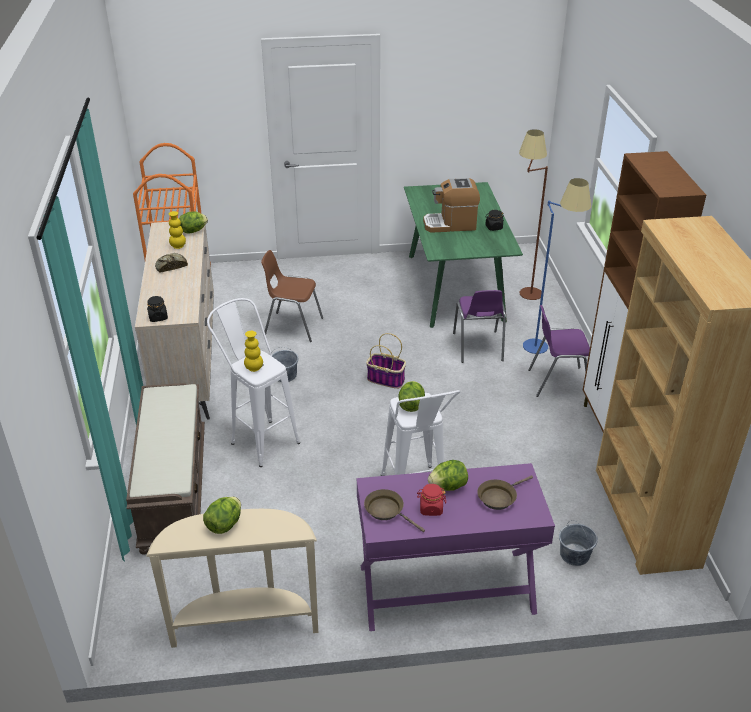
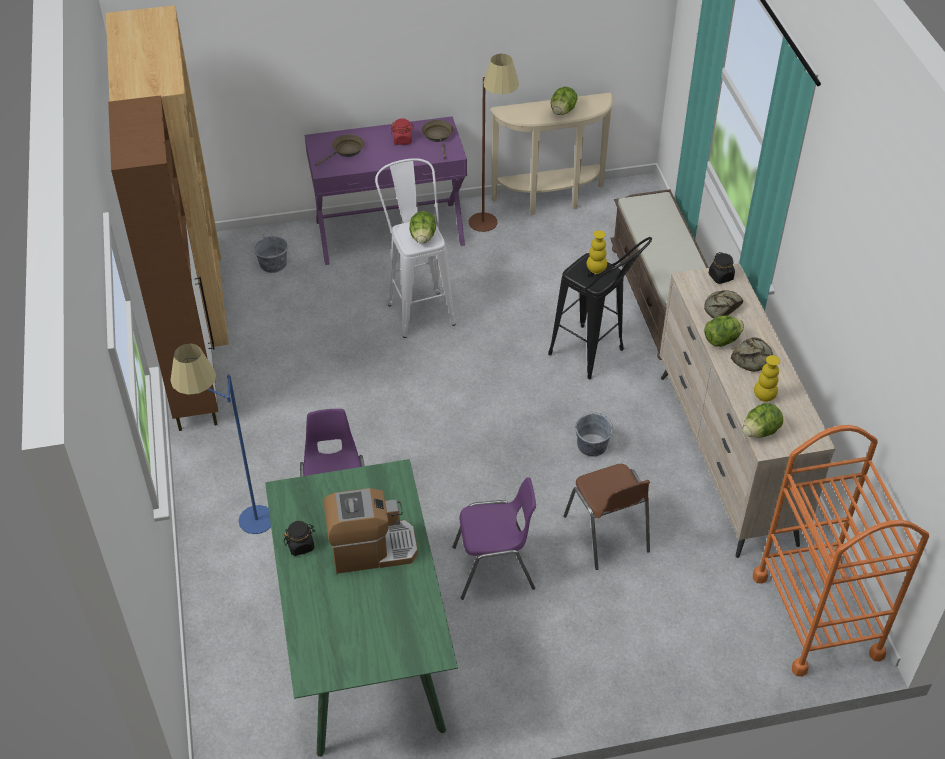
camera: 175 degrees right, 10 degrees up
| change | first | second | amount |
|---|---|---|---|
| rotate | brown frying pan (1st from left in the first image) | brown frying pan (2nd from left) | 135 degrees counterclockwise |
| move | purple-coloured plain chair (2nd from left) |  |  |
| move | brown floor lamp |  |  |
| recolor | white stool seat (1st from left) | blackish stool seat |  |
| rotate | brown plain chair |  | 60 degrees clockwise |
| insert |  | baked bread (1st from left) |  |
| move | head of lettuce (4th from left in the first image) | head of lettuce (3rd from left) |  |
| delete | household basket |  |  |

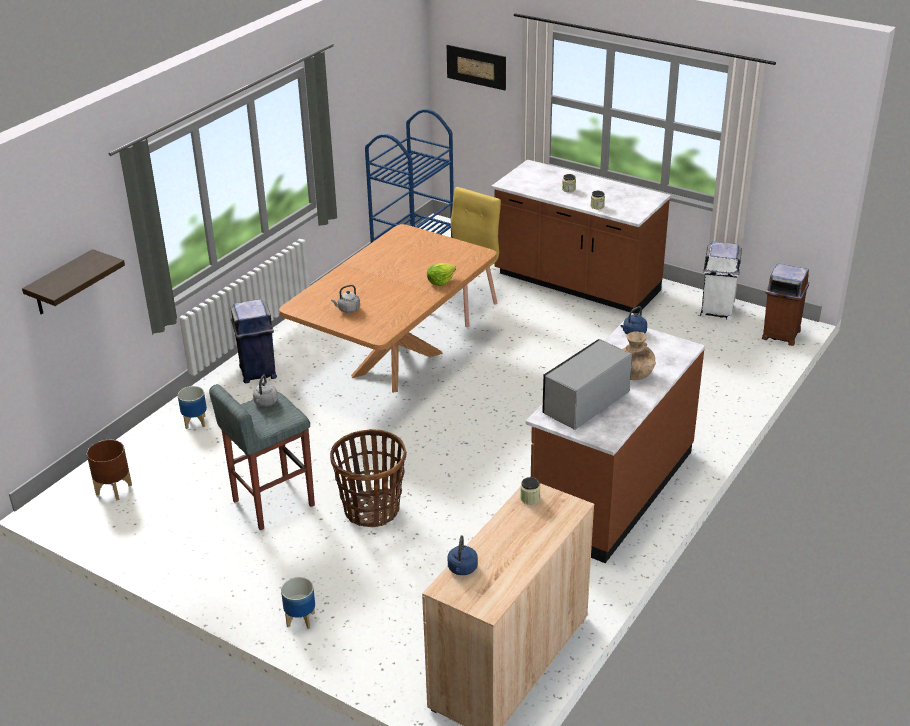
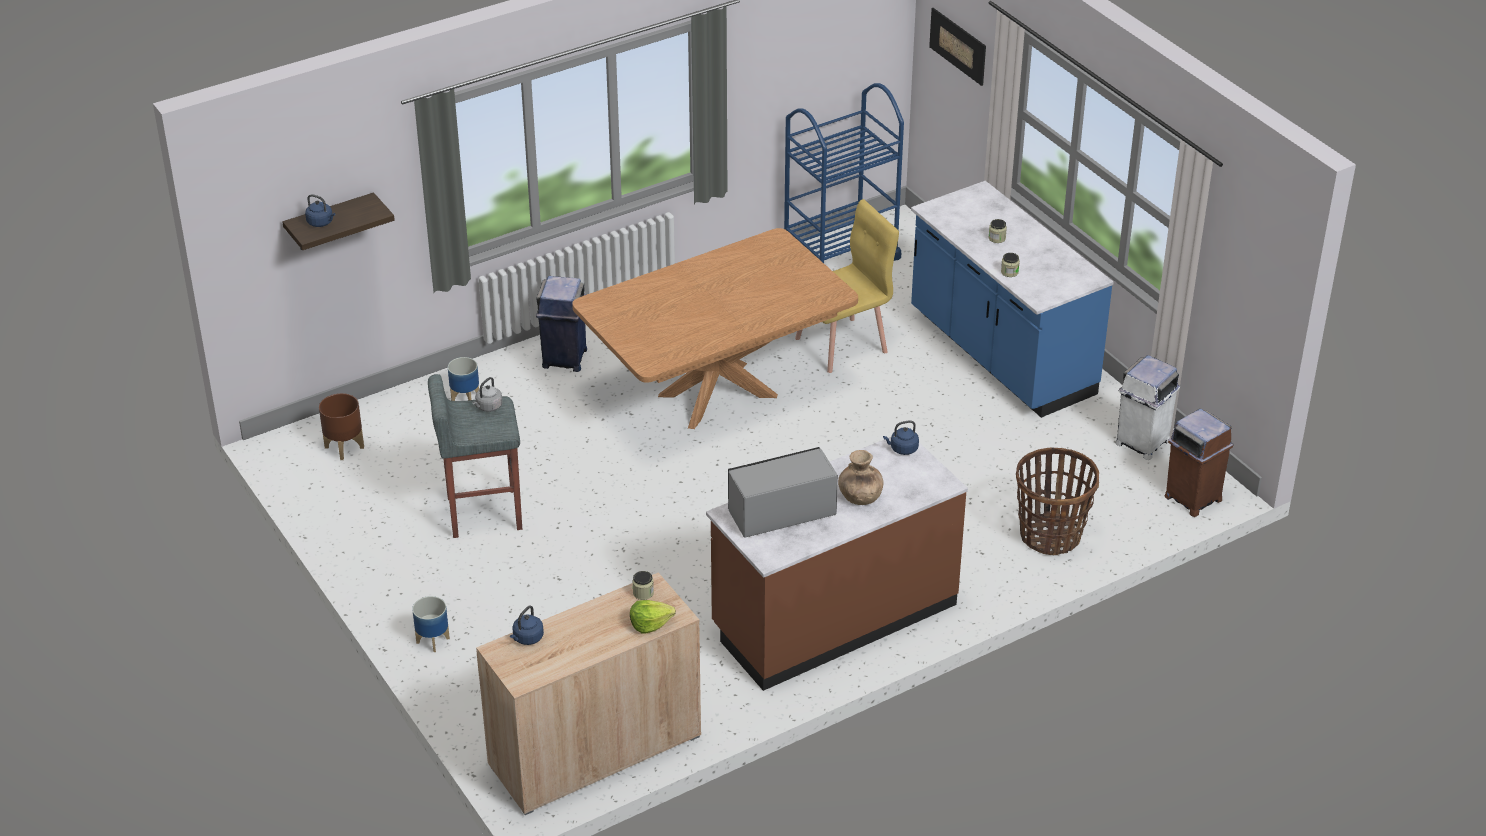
camera: 25 degrees right, 5 degrees up
| change | first | second | amount |
|---|---|---|---|
| insert |  | blue kettle (1st from left) |  |
| move | head of lettuce |  |  |
| recolor | brown kitchen base unit (1st from left) | blue kitchen base unit |  |
| move | household basket |  |  |
| delete | grey kettle (2nd from left) |  |  |

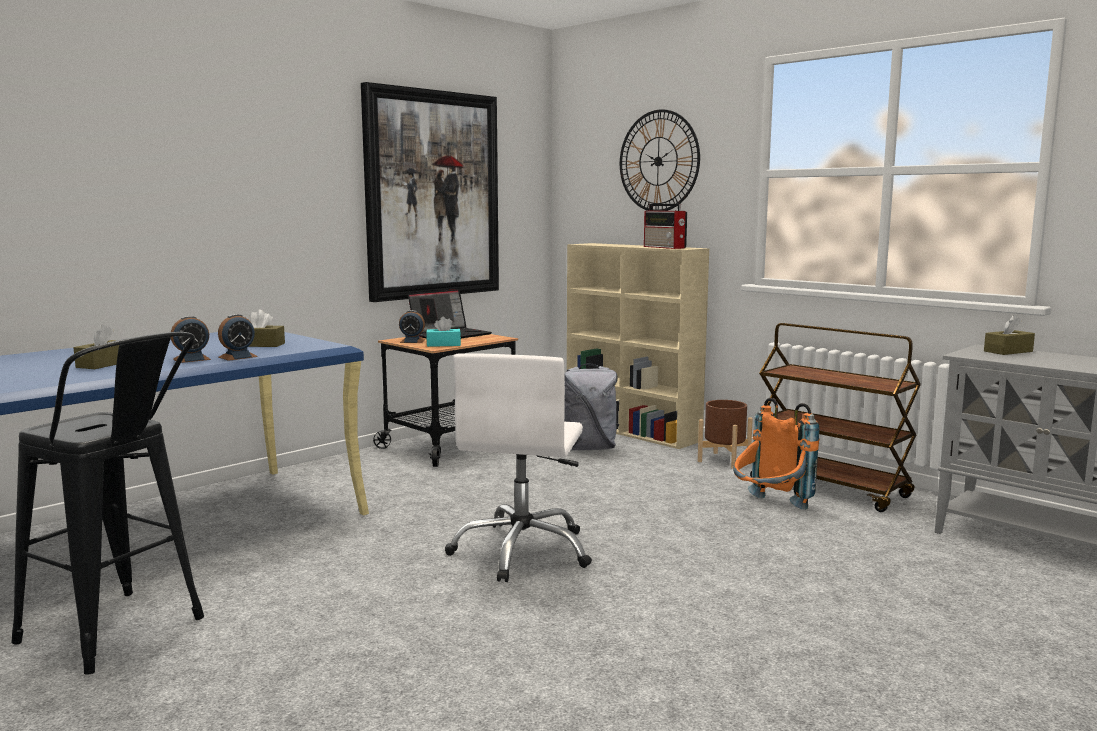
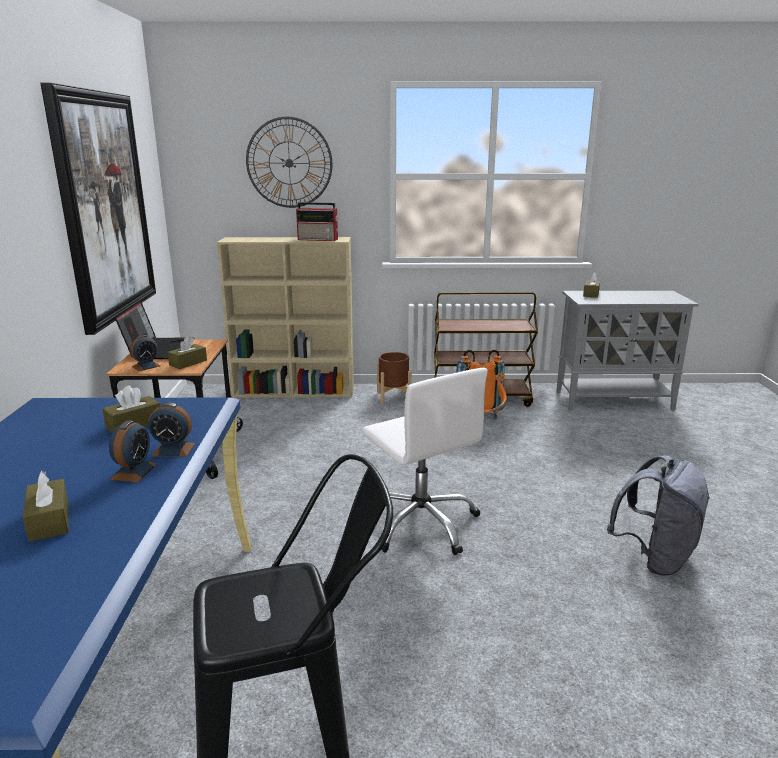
camera: 45 degrees left, 10 degrees up
| change | first | second | amount |
|---|---|---|---|
| rotate | bedside clock (2nd from left in the first image) | bedside clock (3rd from left) | 90 degrees clockwise |
| recolor | turquoise box of tissues | brown box of tissues (3rd from left) |  |
| move | grey knapsack |  |  |

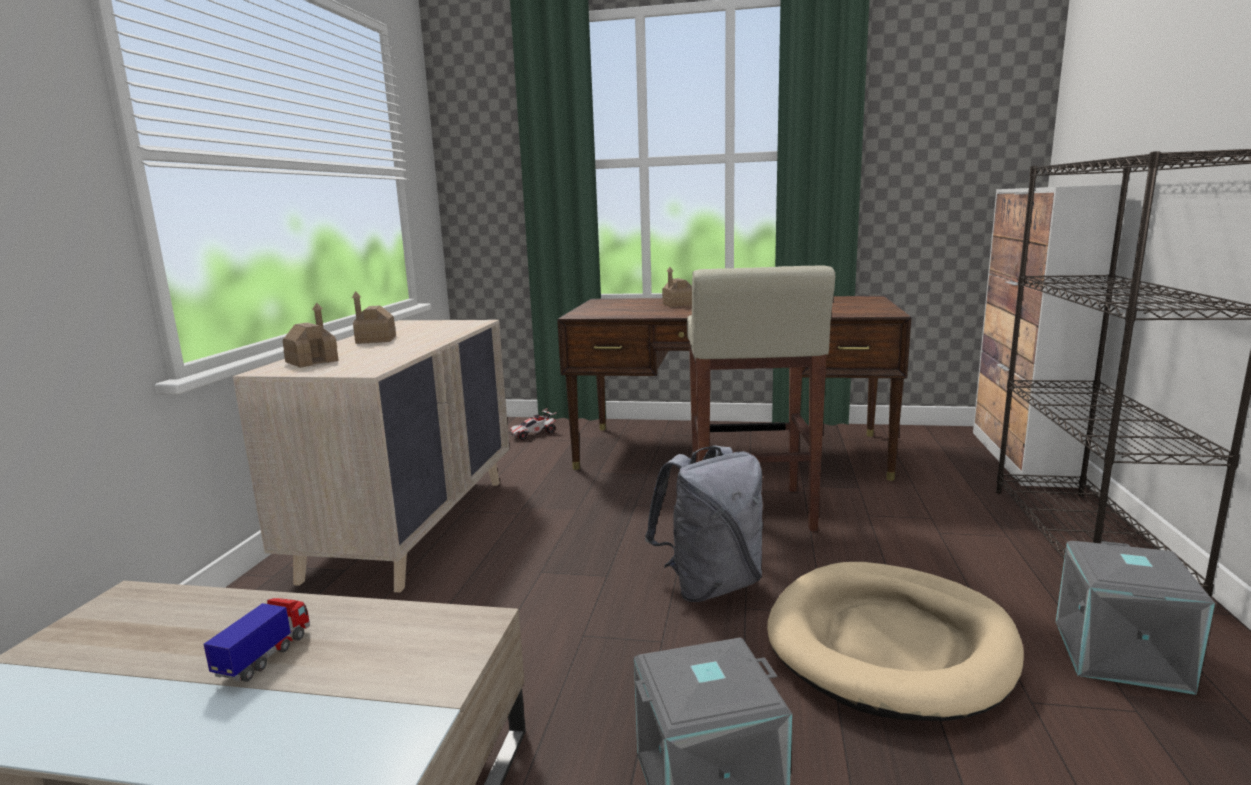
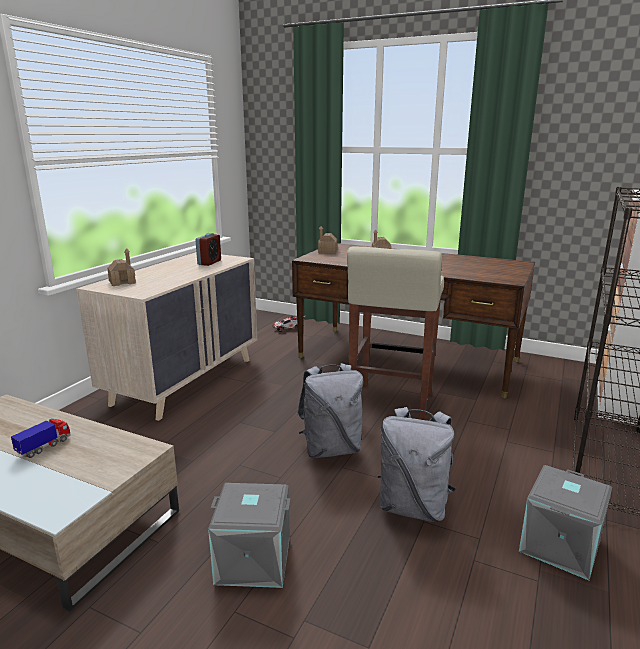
camera: 15 degrees right, 5 degrees up
| change | first | second | amount |
|---|---|---|---|
| insert |  | bedside clock |  |
| move | model house (2nd from left) |  |  |
| replace | sand-coloured pet bed | grey knapsack (2nd from left) |  |

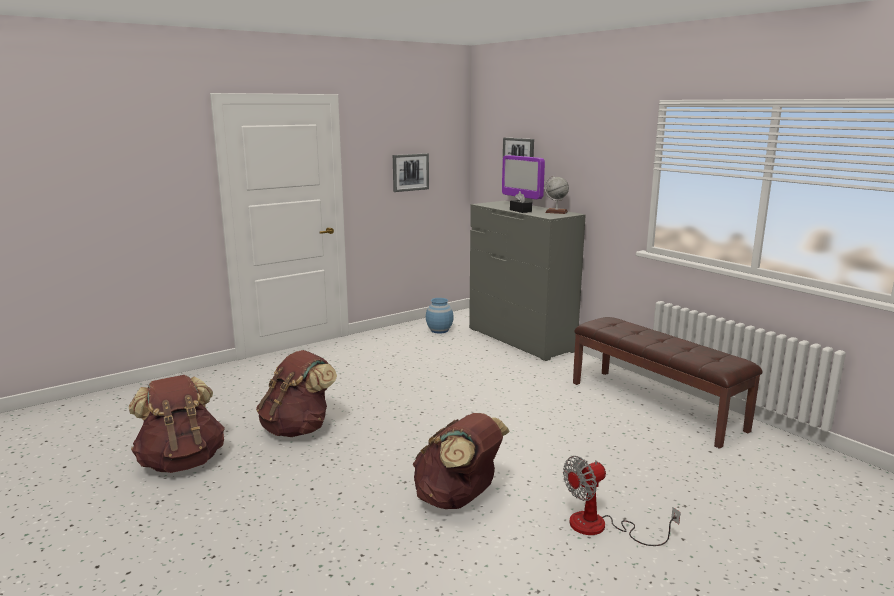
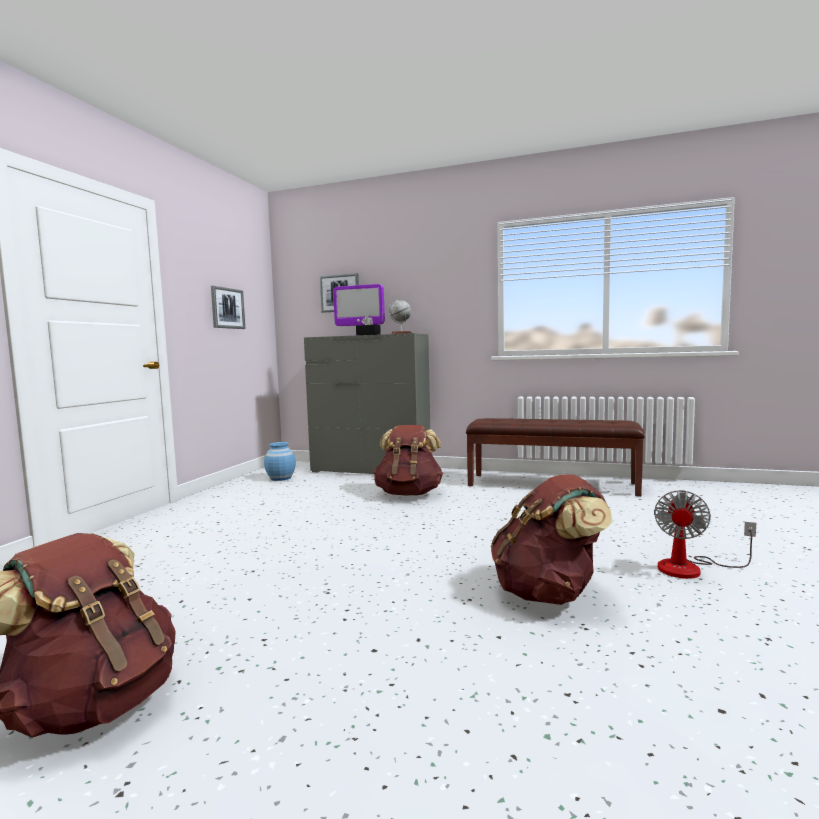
camera: 35 degrees left, 10 degrees down
| change | first | second | amount |
|---|---|---|---|
| move | brown knapsack (2nd from left) |  |  |

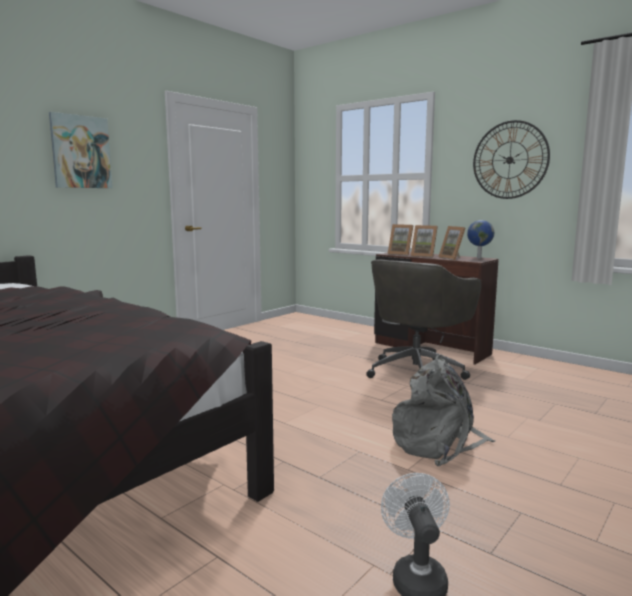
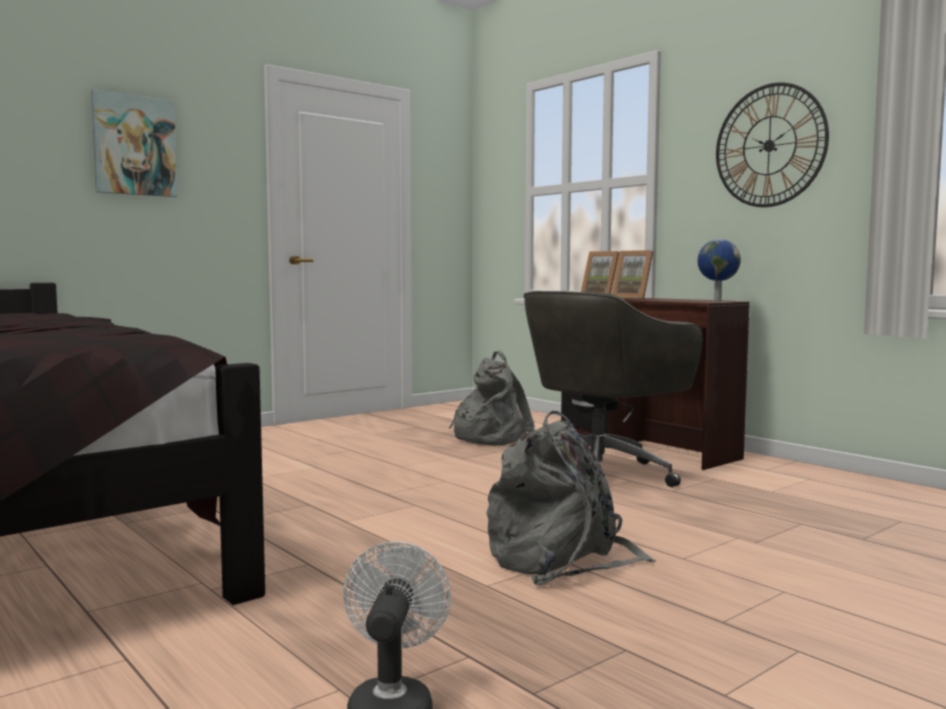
camera: 10 degrees right, 5 degrees down
| change | first | second | amount |
|---|---|---|---|
| insert |  | grey knapsack (1st from left) |  |
| delete | standing frame (3rd from left) |  |  |

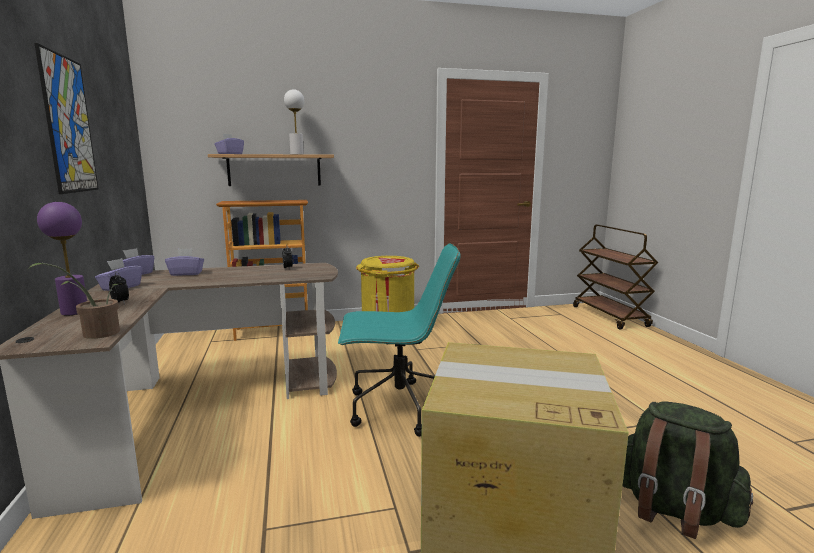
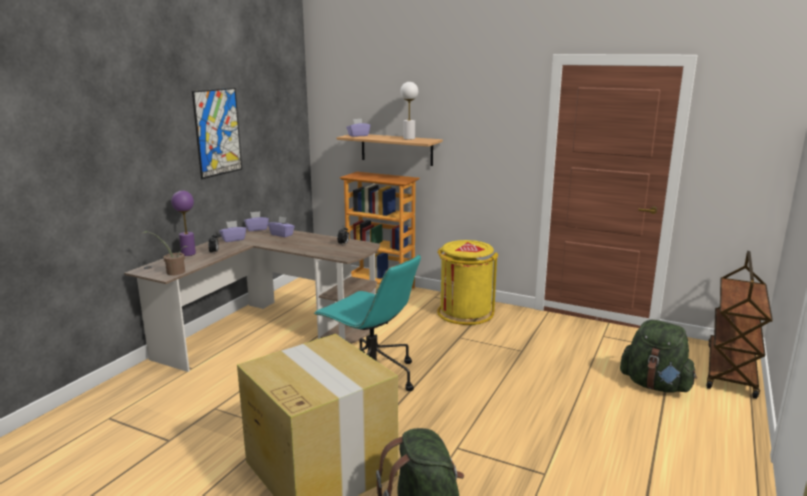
camera: 40 degrees right, 5 degrees up
| change | first | second | amount |
|---|---|---|---|
| insert |  | greenish knapsack (2nd from left) |  |

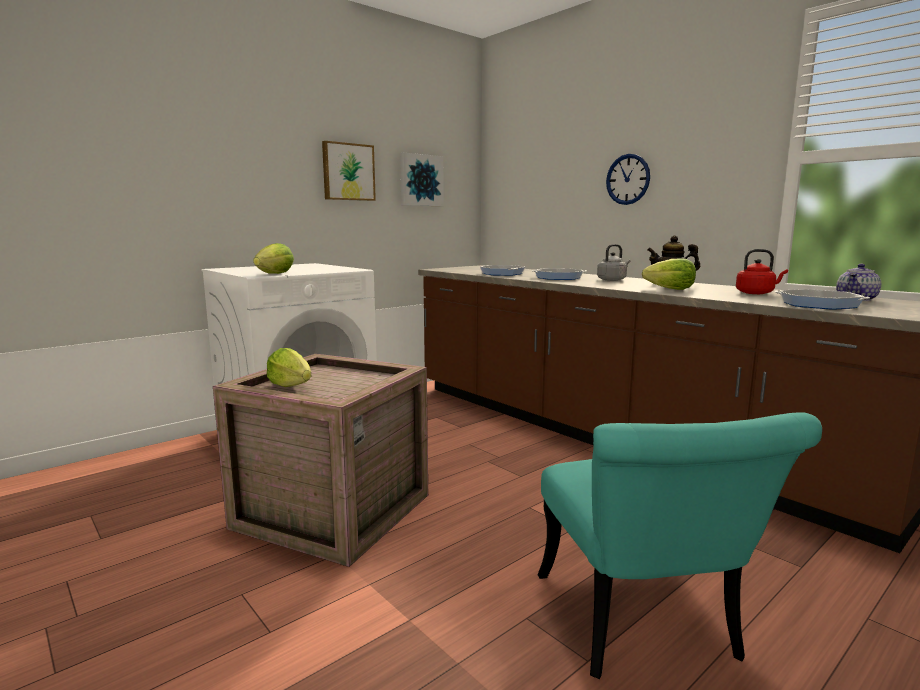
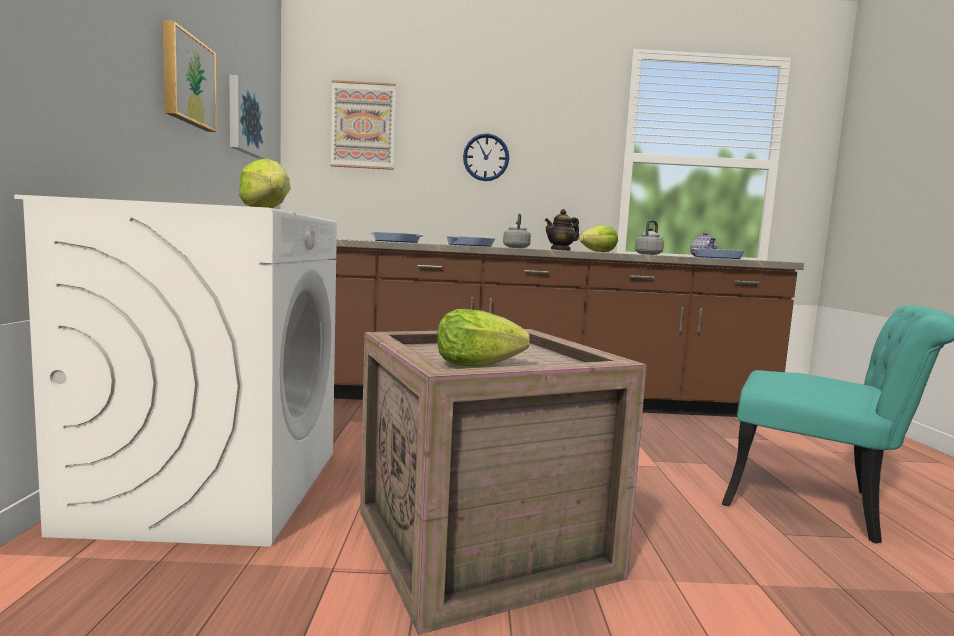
camera: 50 degrees left, 5 degrees down
| change | first | second | amount |
|---|---|---|---|
| insert |  | wall picture (3rd from left) |  |
| recolor | reddish kettle | grey kettle (2nd from left) |  |

